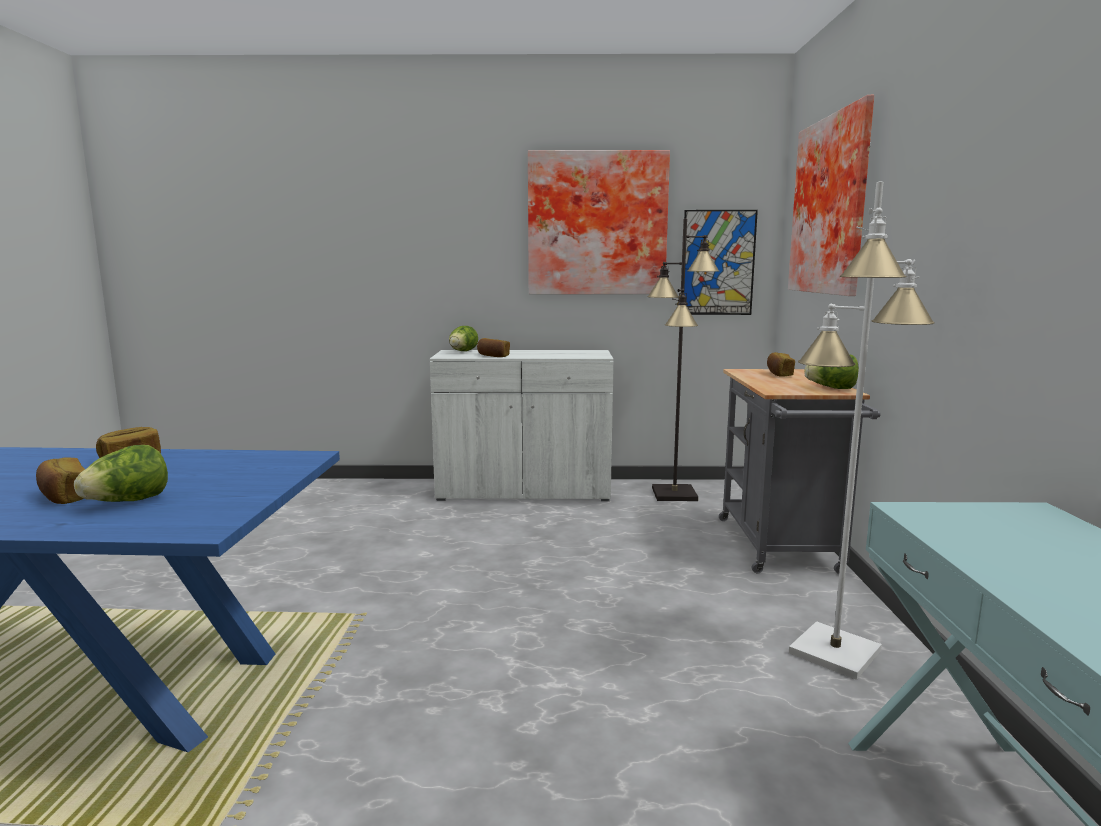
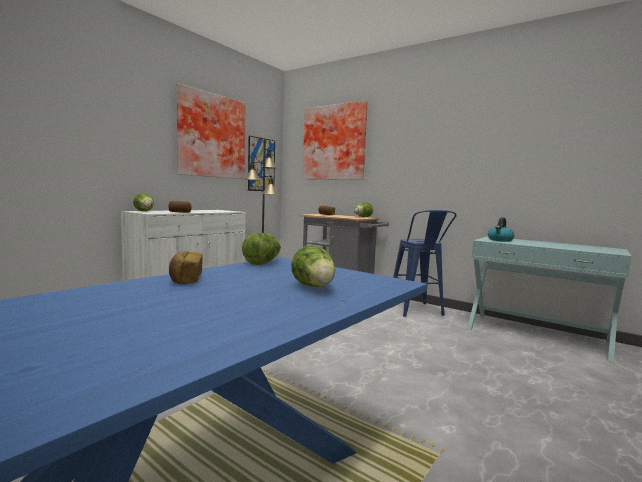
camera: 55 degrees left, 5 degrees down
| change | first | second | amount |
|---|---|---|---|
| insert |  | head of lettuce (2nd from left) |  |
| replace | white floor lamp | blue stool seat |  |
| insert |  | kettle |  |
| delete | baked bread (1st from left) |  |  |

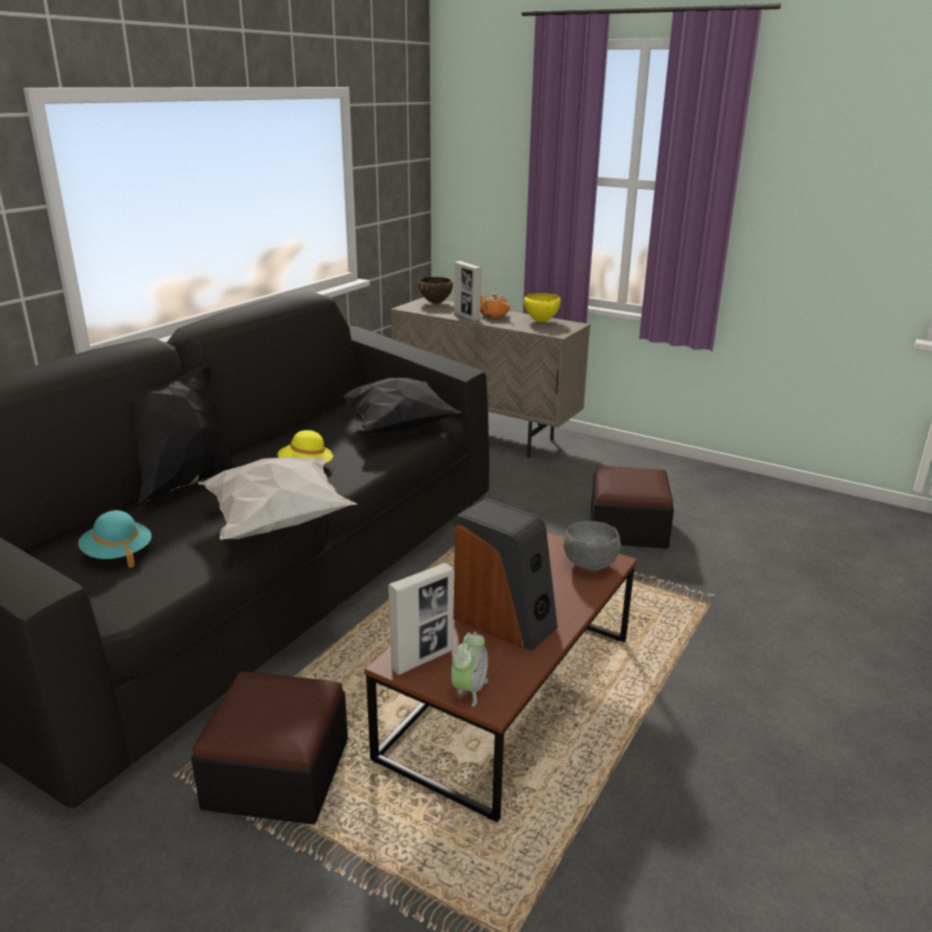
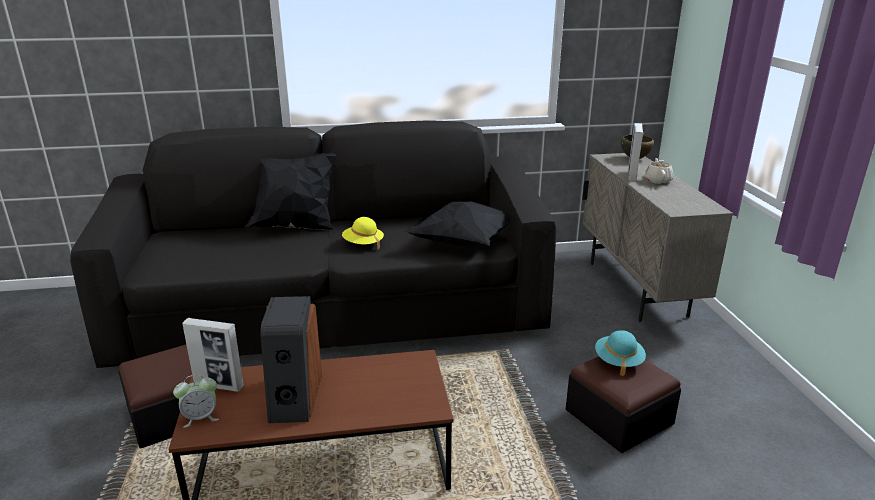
camera: 50 degrees right, 0 degrees up
| change | first | second | amount |
|---|---|---|---|
| move | turquoise hat |  |  |
| recolor | orangey tea pot | sand-coloured tea pot |  |
| delete | white throw pillow |  |  |
| delete | yellowish bowl |  |  |
| delete | grey bowl |  |  |

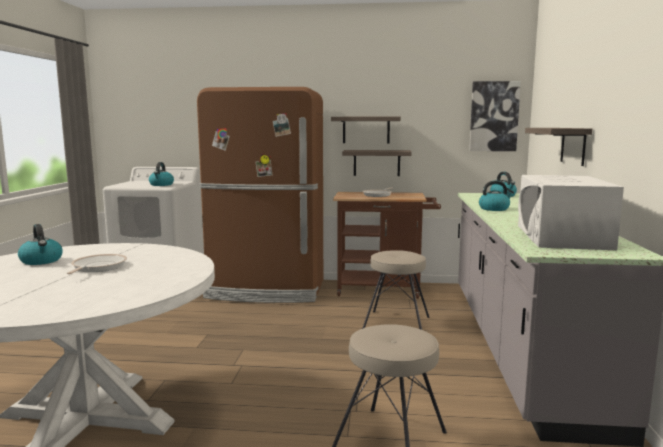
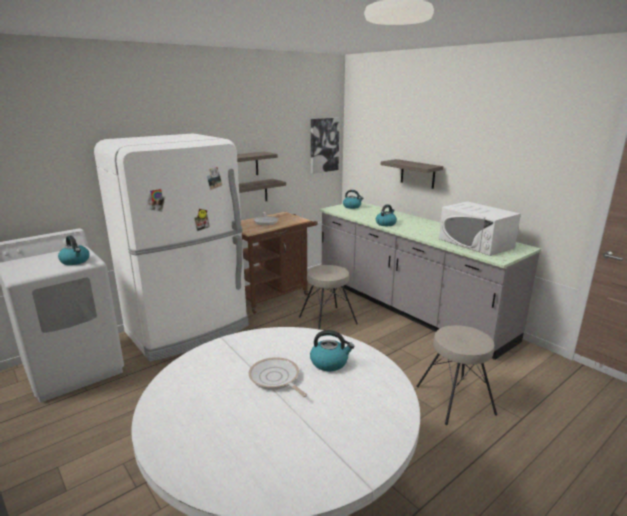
camera: 45 degrees left, 10 degrees up
| change | first | second | amount |
|---|---|---|---|
| recolor | brown refrigerator | white refrigerator |  |
| move | kettle (1st from left in the first image) | kettle (2nd from left) |  |

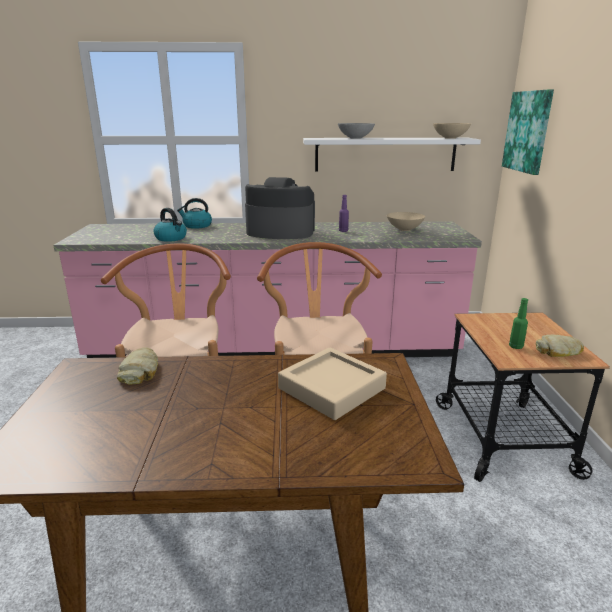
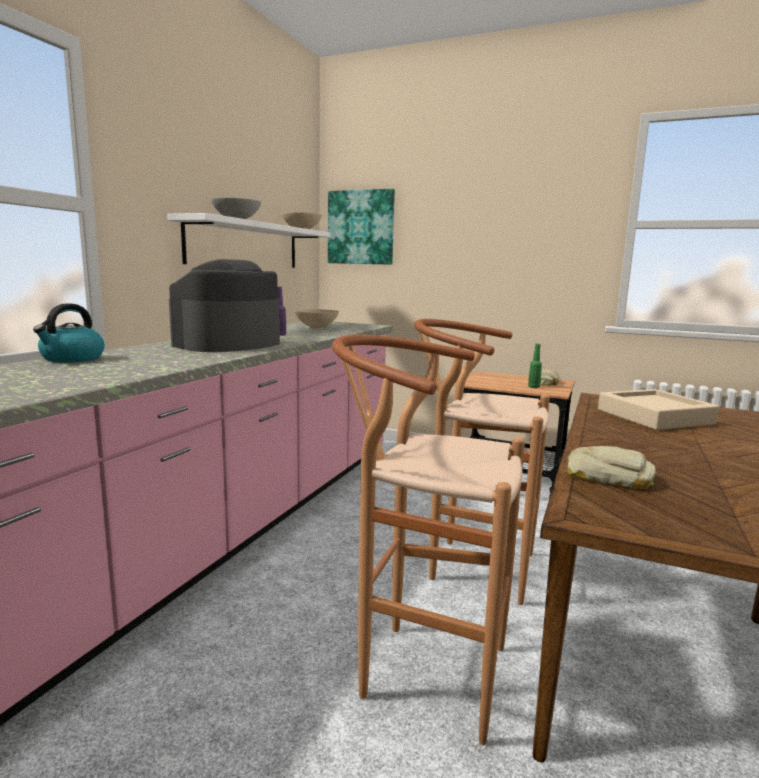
camera: 65 degrees left, 10 degrees down
| change | first | second | amount |
|---|---|---|---|
| delete | kettle (1st from left) |  |  |

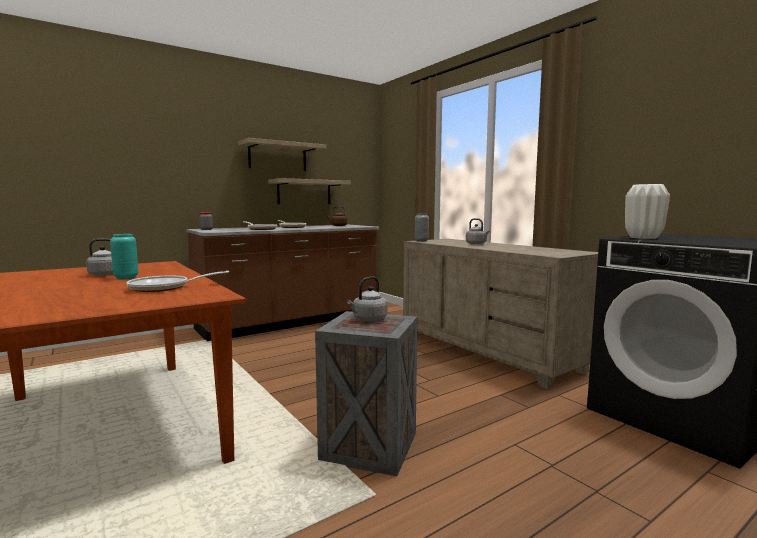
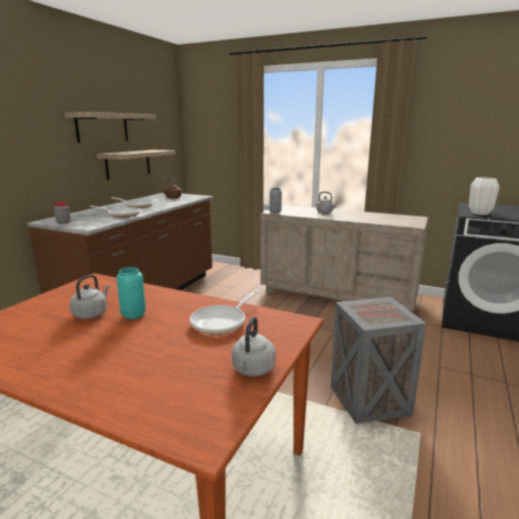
camera: 30 degrees left, 10 degrees up
| change | first | second | amount |
|---|---|---|---|
| move | grey kettle (2nd from left) |  |  |

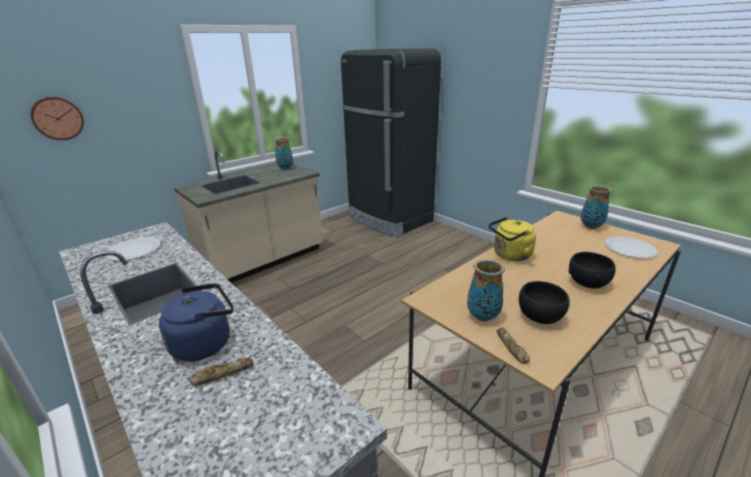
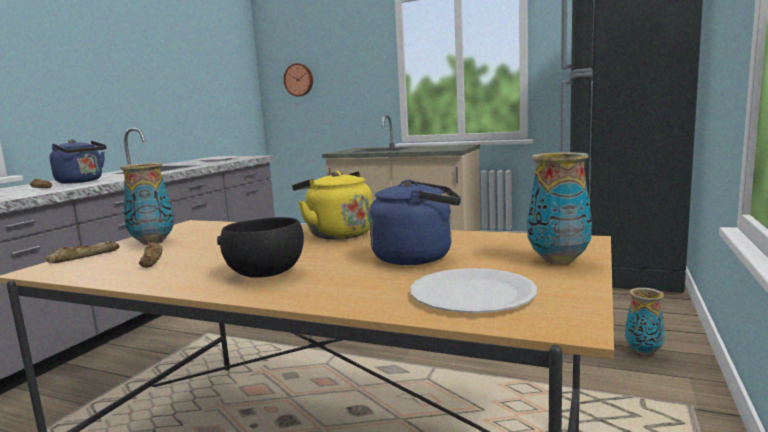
camera: 65 degrees right, 15 degrees down
| change | first | second | amount |
|---|---|---|---|
| replace | blackish bowl (1st from left) | baked bread (3rd from left) |  |
| insert |  | blue kettle (2nd from left) |  |
| move | vase (1st from left in the first image) | vase (3rd from left) |  |

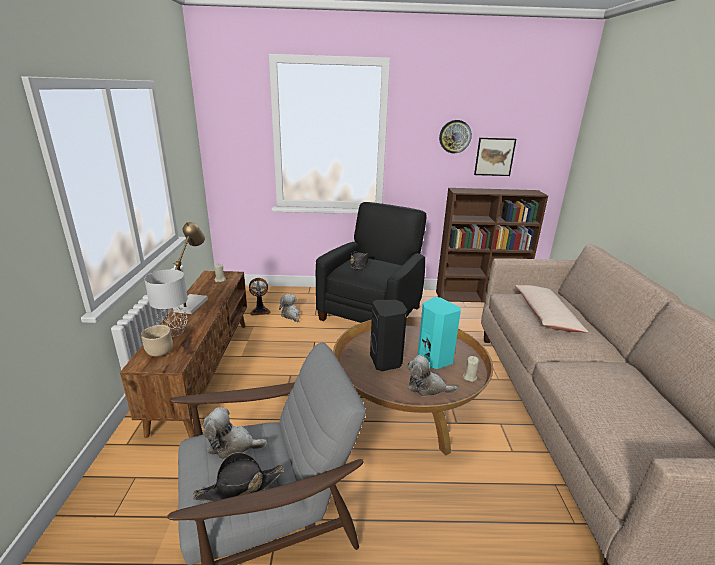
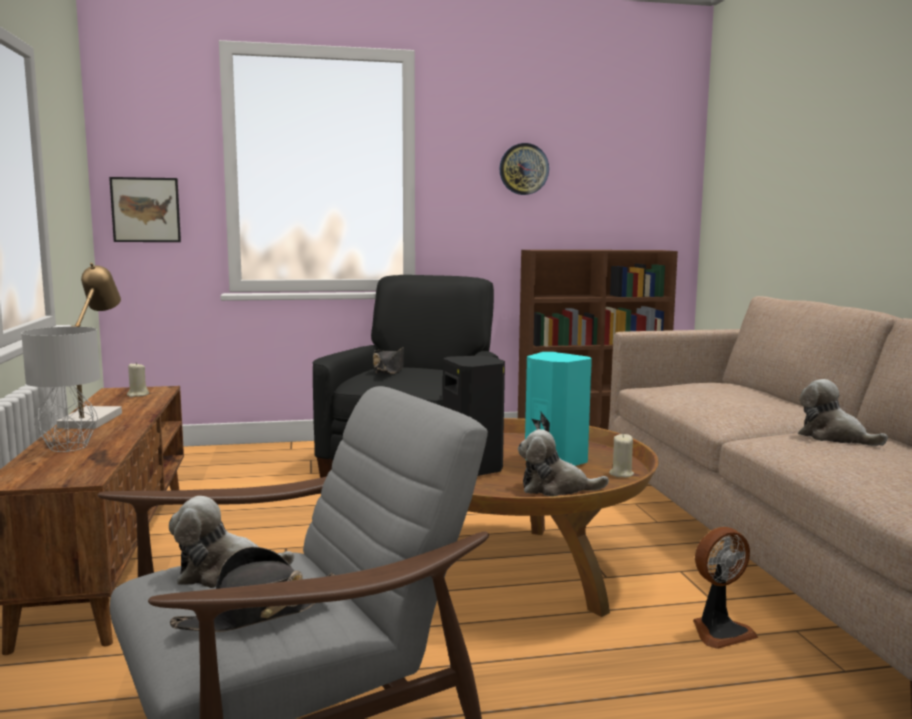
camera: 10 degrees left, 15 degrees down
| change | first | second | amount |
|---|---|---|---|
| move | wall picture |  |  |
| move | cooling fan |  |  |
| move | plush toy (2nd from left in the first image) | plush toy (3rd from left) |  |
| delete | sand-coloured bowl |  |  |
| delete | sand-coloured throw pillow |  |  |

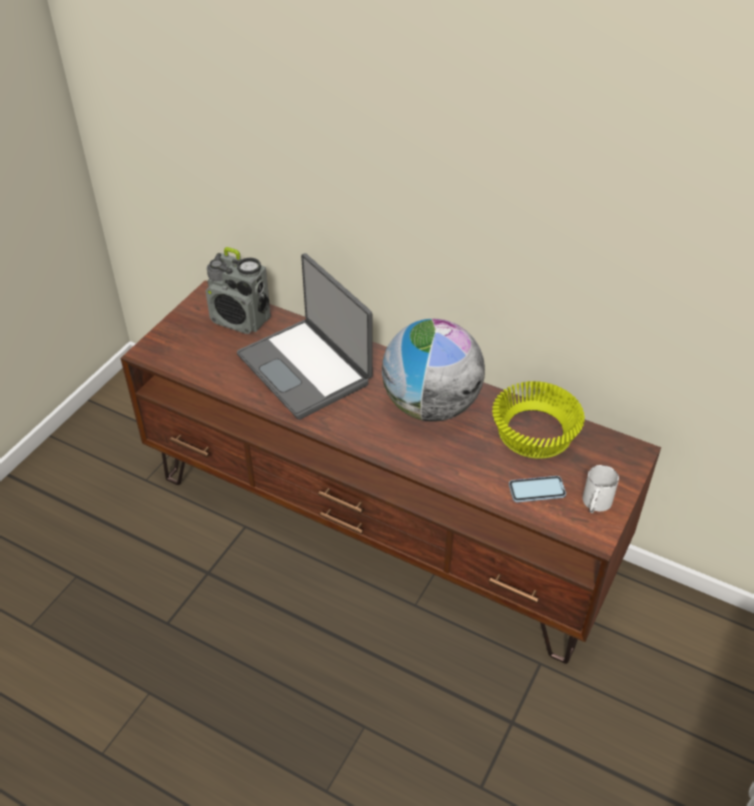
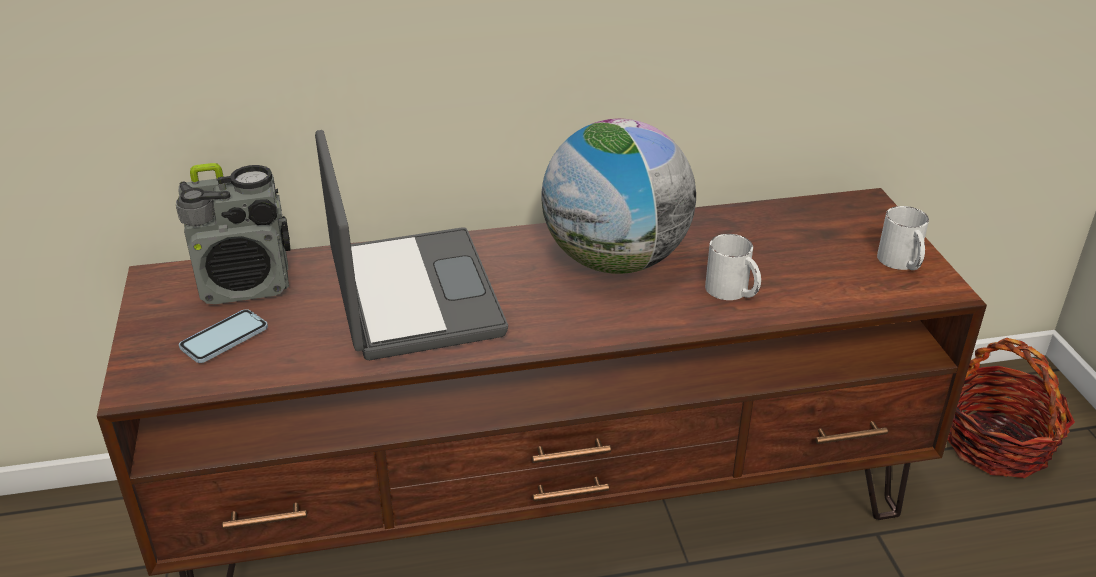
camera: 40 degrees left, 10 degrees down
| change | first | second | amount |
|---|---|---|---|
| move | handset |  |  |
| rotate | laptop |  | 120 degrees counterclockwise |
| insert |  | white mug (1st from left) |  |
| insert |  | household basket |  |
| delete | yellowish bowl |  |  |

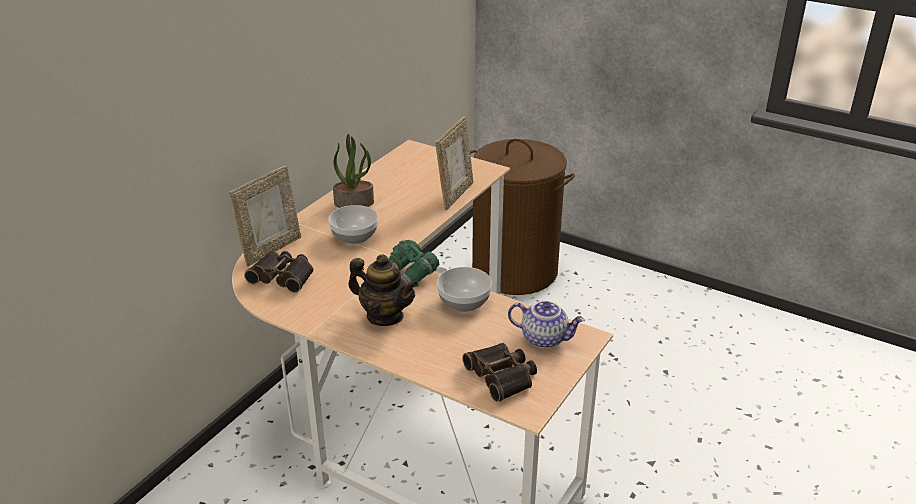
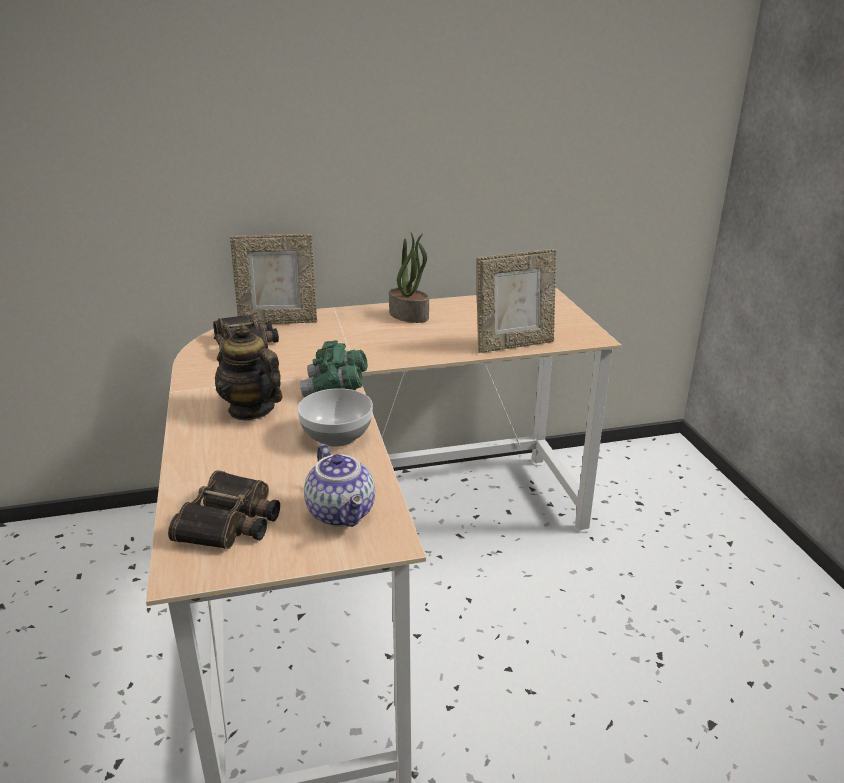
camera: 45 degrees right, 5 degrees down
| change | first | second | amount |
|---|---|---|---|
| rotate | tea pot (1st from left) |  | 150 degrees clockwise |
| delete | bowl (1st from left) |  |  |
| delete | brown hamper |  |  |

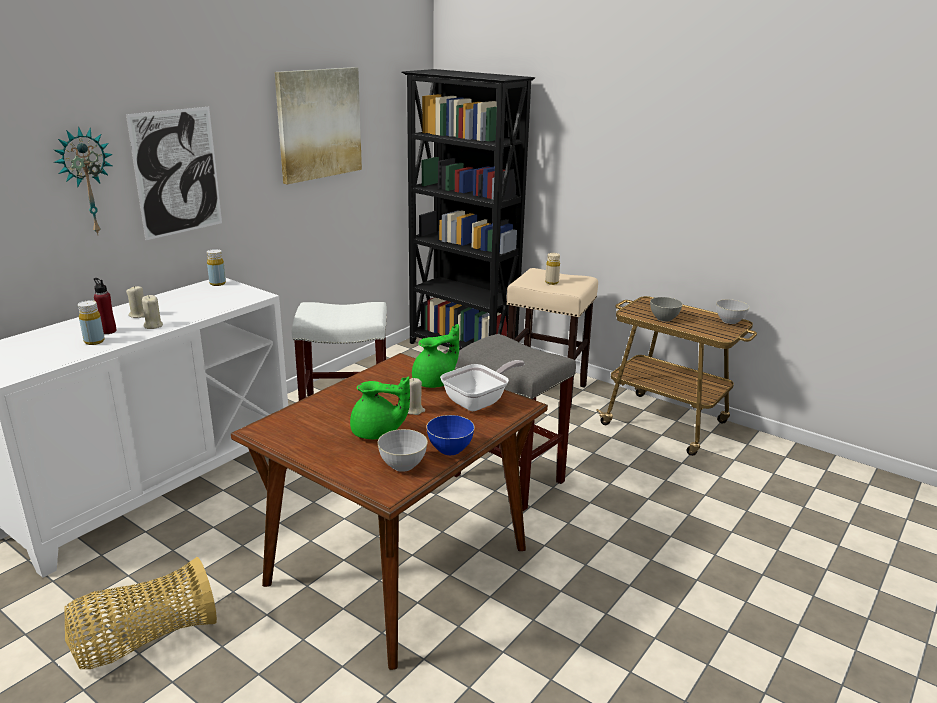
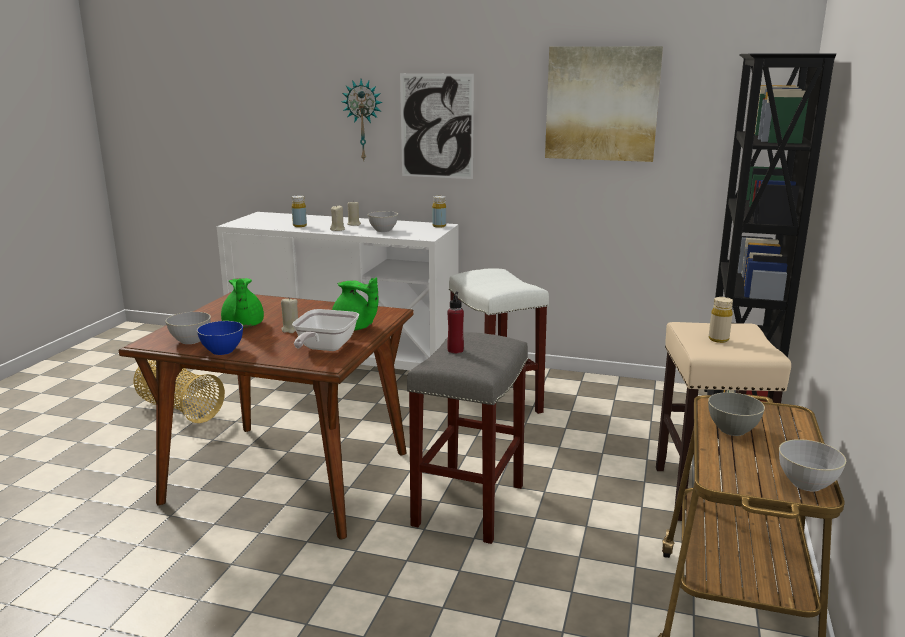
camera: 70 degrees right, 5 degrees down
| change | first | second | amount |
|---|---|---|---|
| rotate | frying pan |  | 75 degrees clockwise |
| insert |  | grey bowl (2nd from left) |  |
| move | reddish bottle |  |  |

